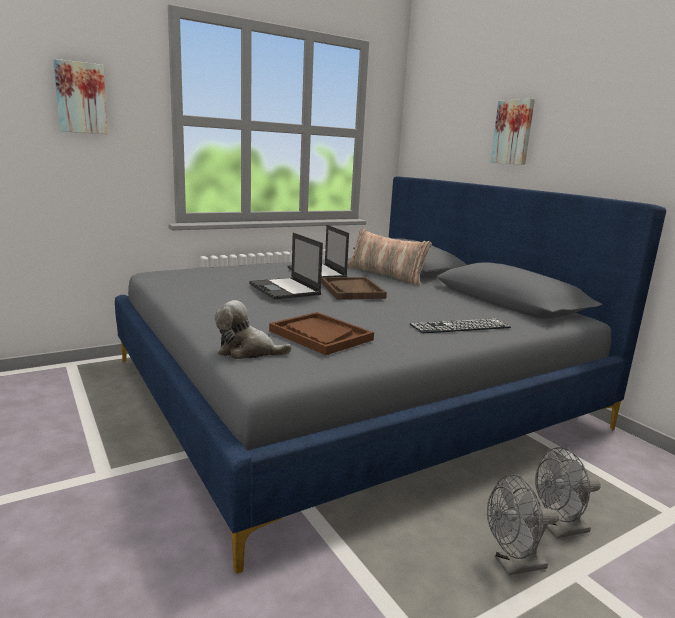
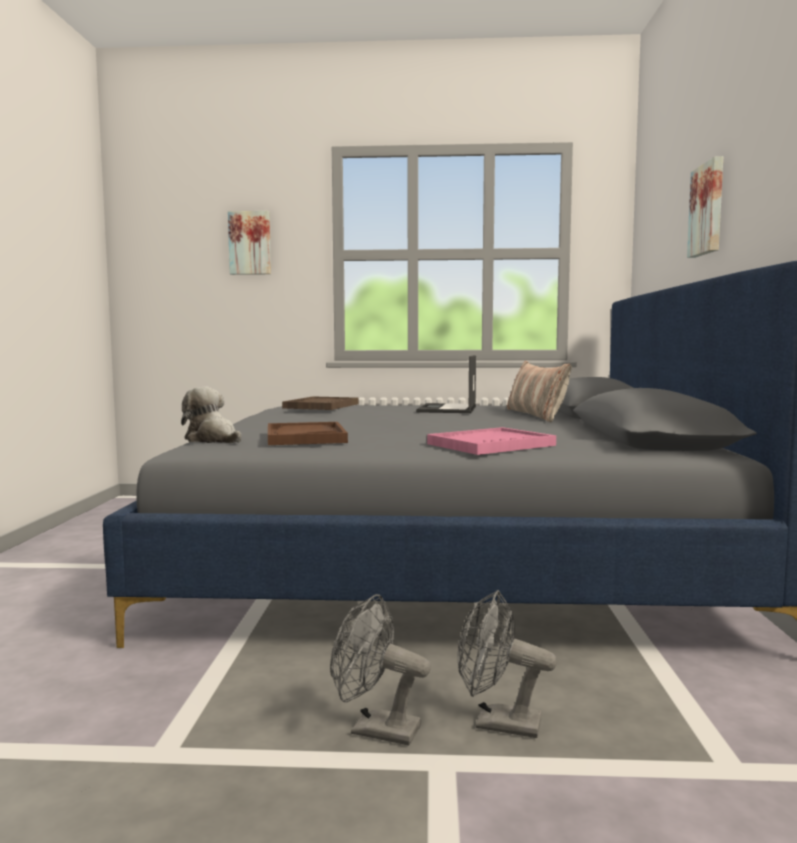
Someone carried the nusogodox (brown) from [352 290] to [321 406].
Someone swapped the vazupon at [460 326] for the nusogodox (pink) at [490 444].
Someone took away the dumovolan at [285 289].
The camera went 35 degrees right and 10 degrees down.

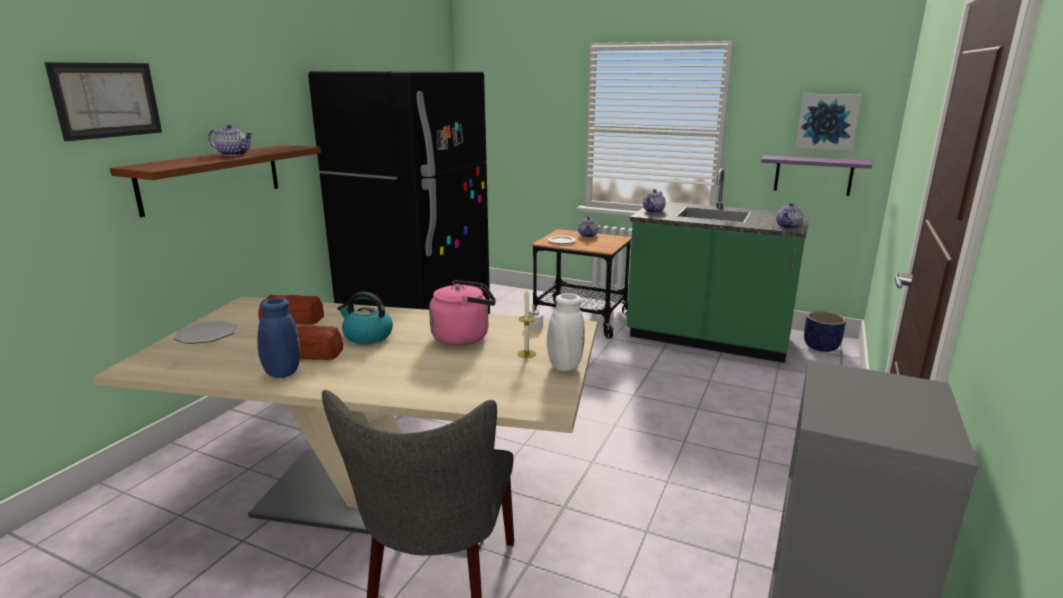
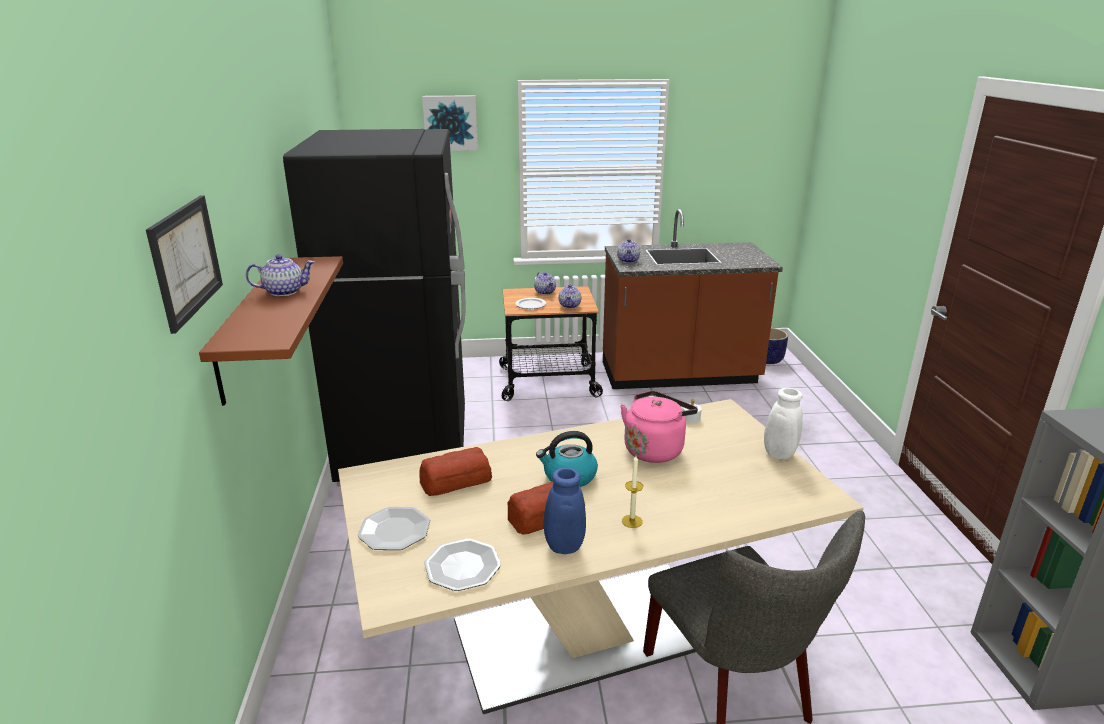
Someone carried the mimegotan from [827 121] to [450 123].
Someone put down the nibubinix at [463 566].
Someone carried the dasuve from [788 227] to [570 305].
Someone repainted the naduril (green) at [708 340], which became the naduril (brown) at [679 375].
Someone carried the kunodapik from [526 354] to [632 521].
Someone took away the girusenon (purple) at [813 175].
The camera went 30 degrees left and 5 degrees up.

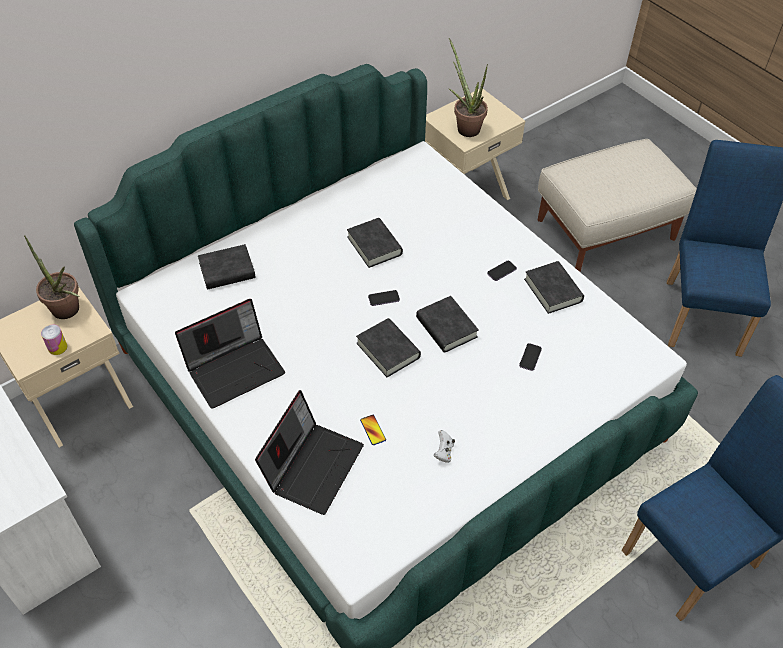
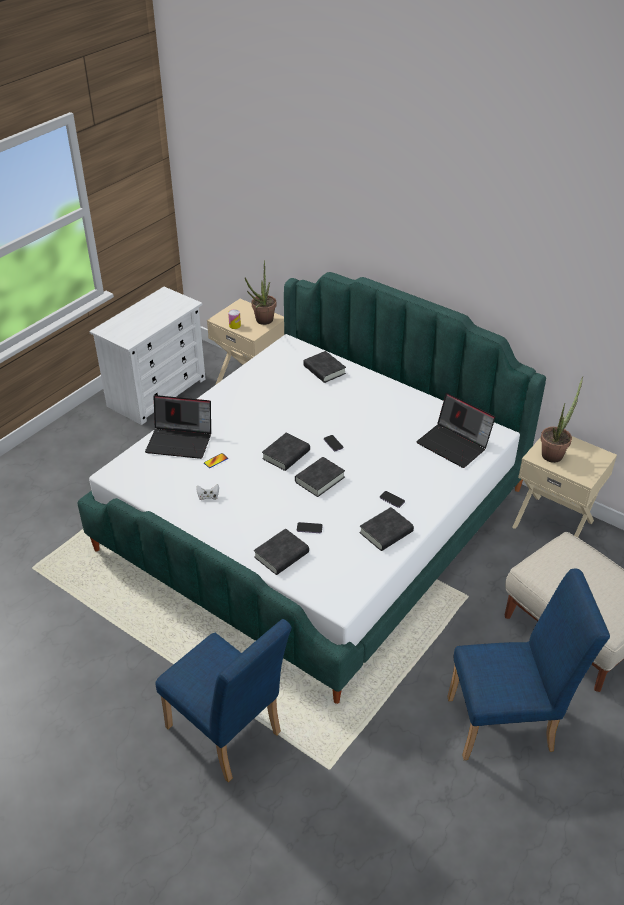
Someone carried the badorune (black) from [374 246] to [281 555].
Someone carried the dumovolan from [235 368] to [454 444].
The camera went 75 degrees right and 10 degrees down.

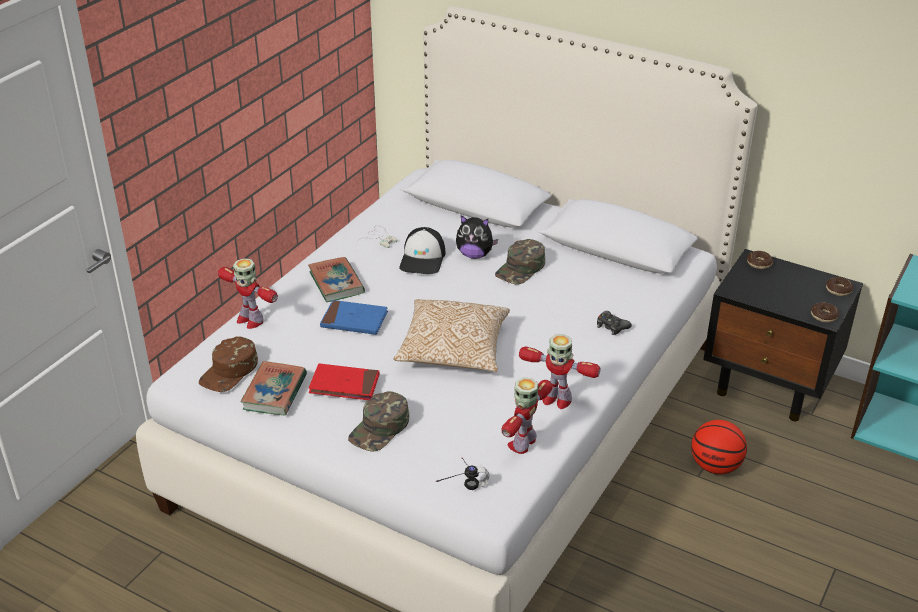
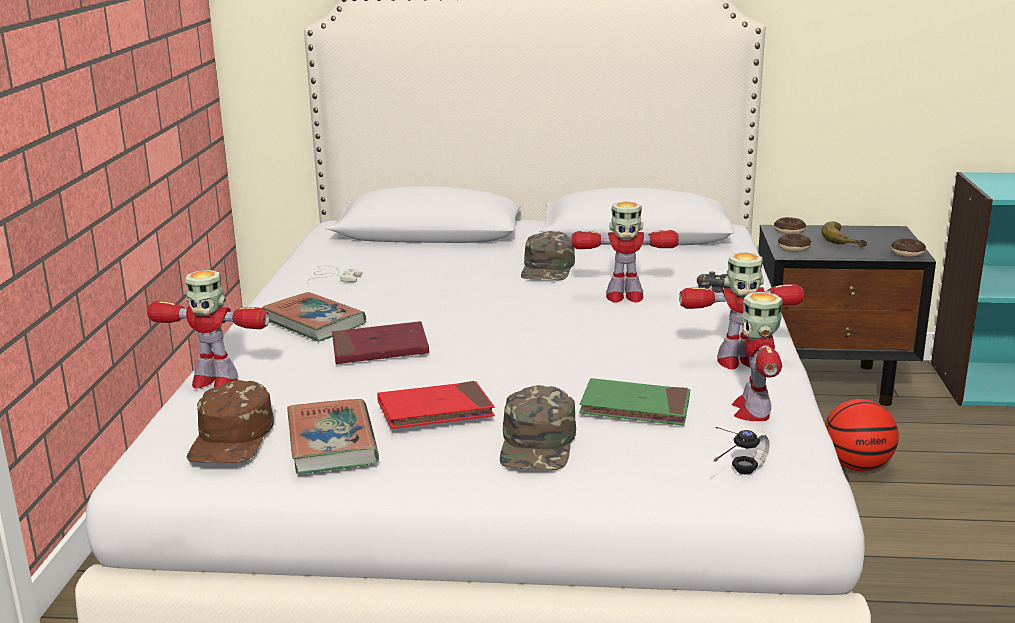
Someone repainted the badorune (blue) at [354 320], which became the badorune (red) at [380 348].
Someone put down the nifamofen at [623 297].
Someone put down the badorune (green) at [635 407].
Someone carried the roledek from [838 290] to [793 248].
Someone put down the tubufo at [846 239].
Someone took away the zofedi at [453 350].
Someone took away the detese at [423 259].
Someone took away the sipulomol at [475 255].
The camera went 25 degrees left and 15 degrees down.

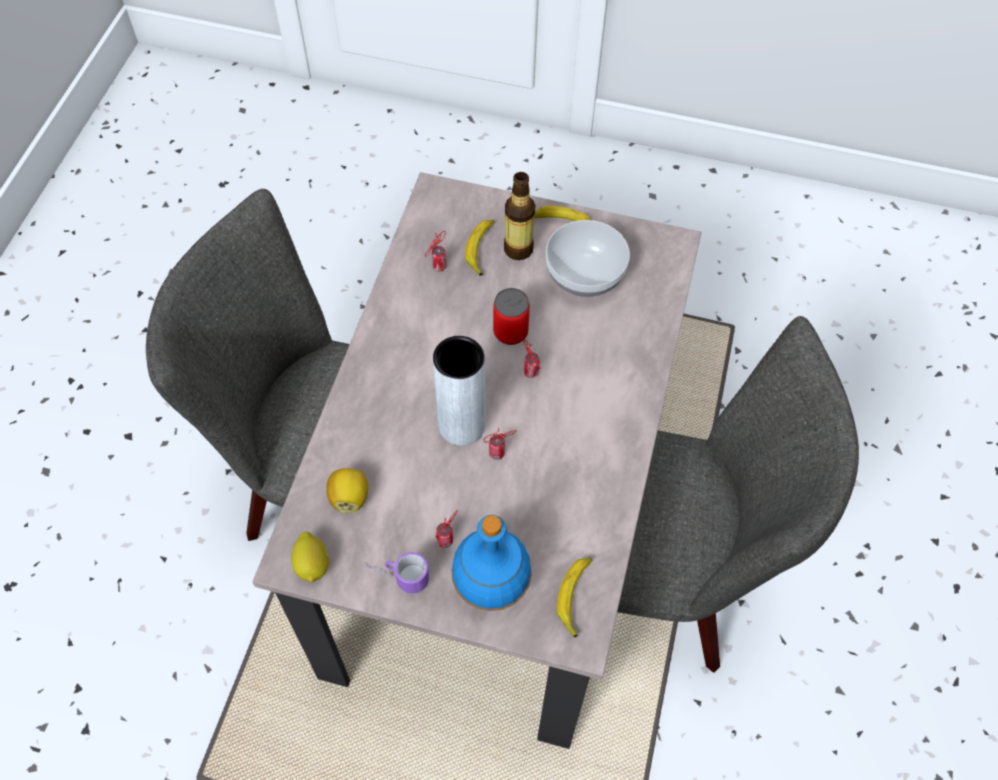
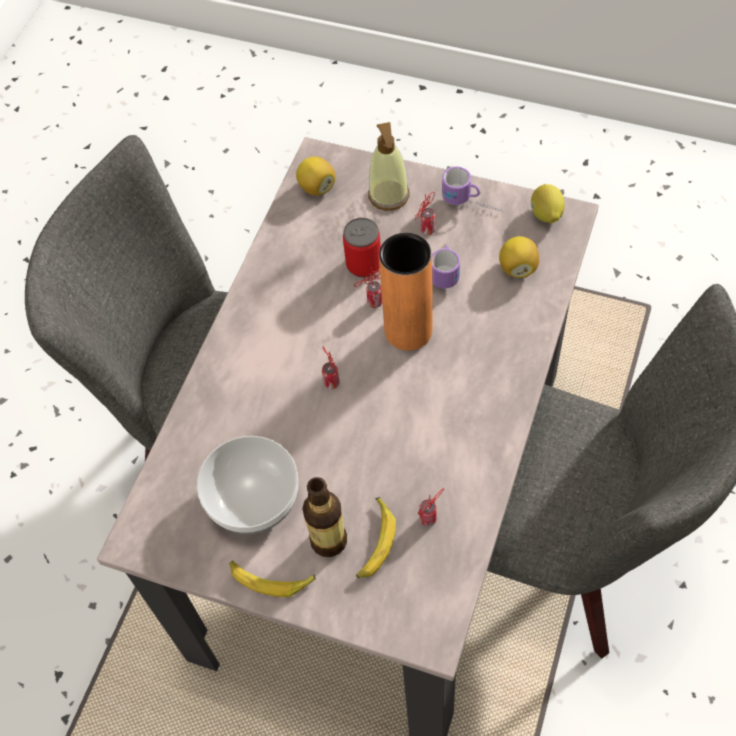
Someone swapped the tubufo at [576 596] for the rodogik at [317 187].
Someone carried the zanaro from [510 332] to [364 264].
Someone swapped the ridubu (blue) at [490 586] for the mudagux at [389 195].
Someone repainted the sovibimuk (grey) at [461 425], which became the sovibimuk (orange) at [408 330].
Someone put down the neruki at [446 267].
The camera went 170 degrees left and 0 degrees up.

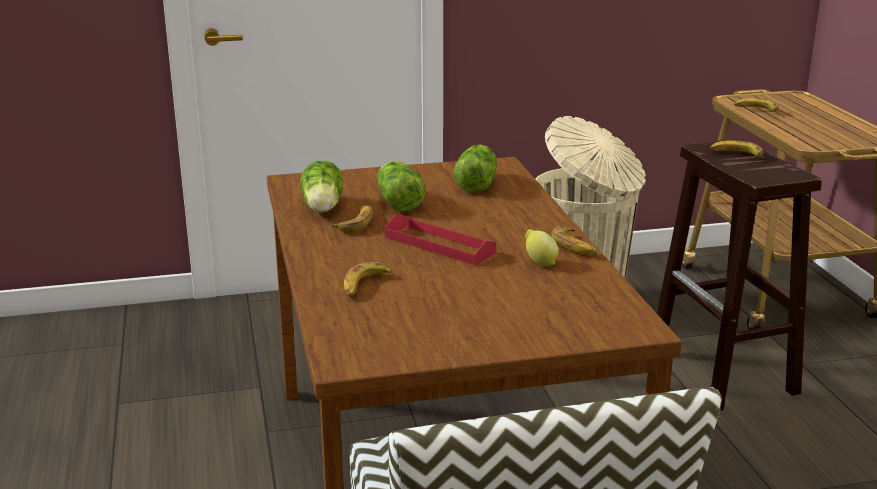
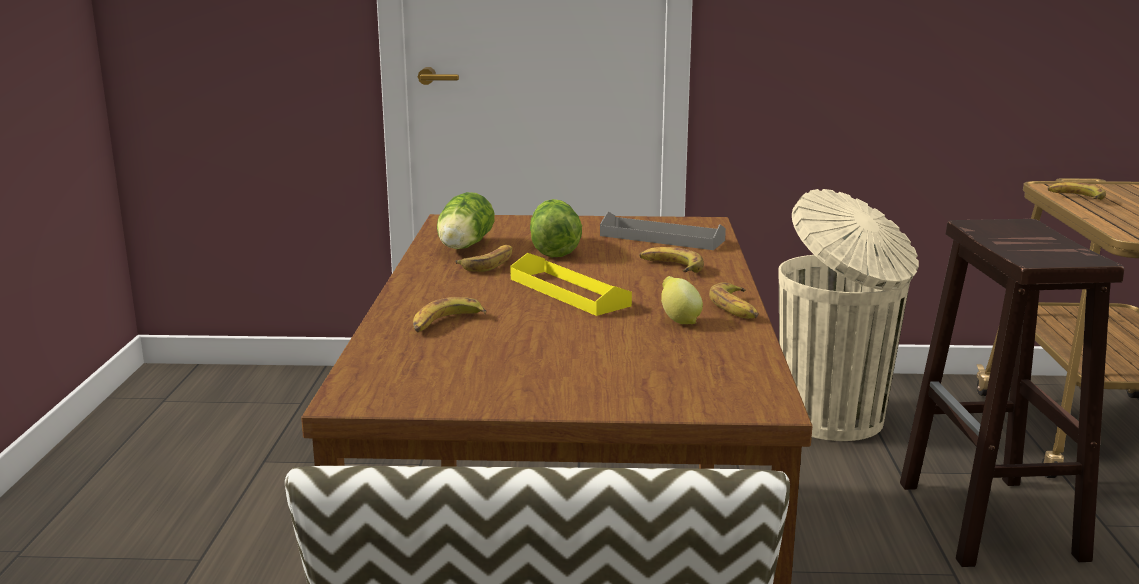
Someone repainted the nusogodox (red) at [439 245], which became the nusogodox (yellow) at [568 292].
Someone swapped the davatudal at [477 183] for the nusogodox (grey) at [662 238].
Someone carried the tubufo from [735 154] to [670 267].
The camera went 15 degrees right and 5 degrees down.

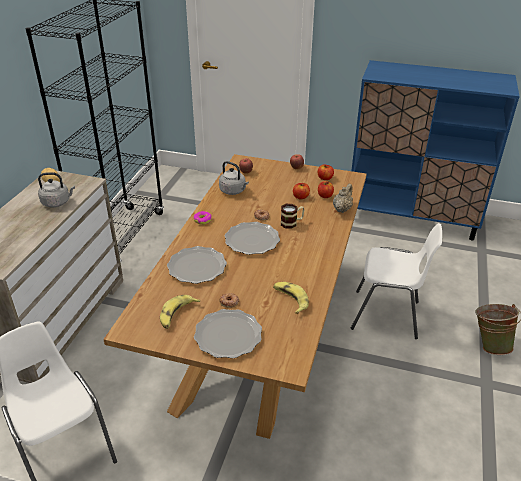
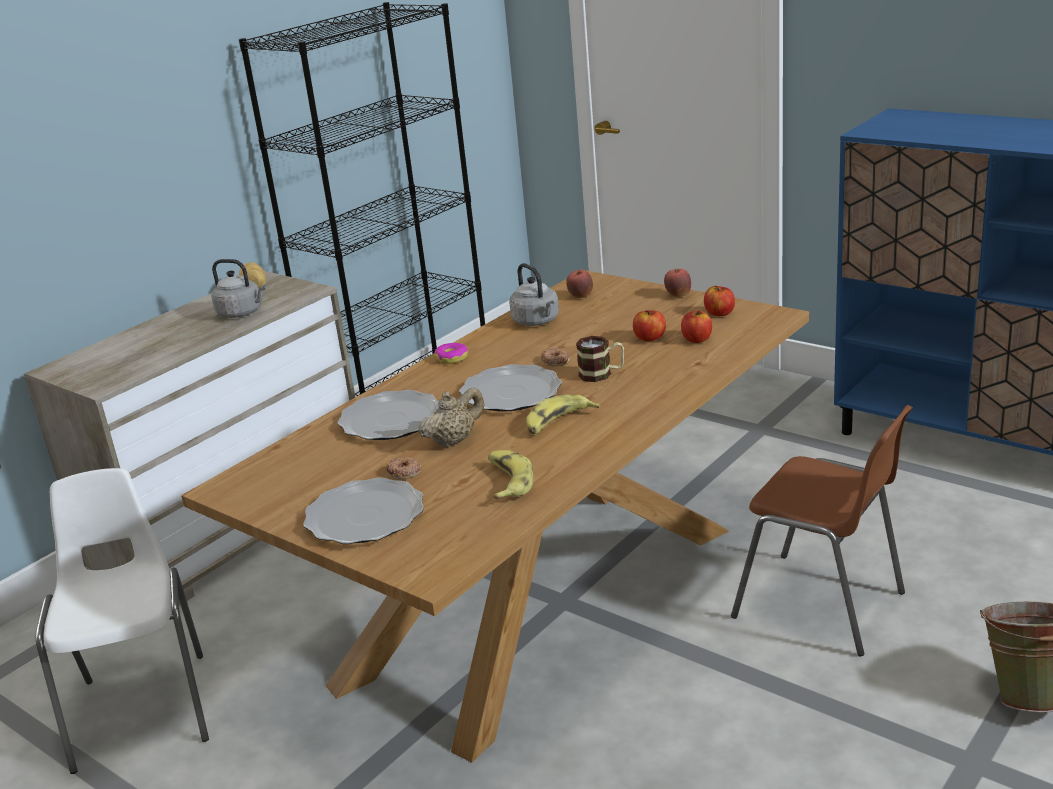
Someone carried the dasuve (beige) from [342 209] to [454 440].
Someone carried the tubufo from [177 315] to [558 422].
Someone repainted the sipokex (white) at [387 315], which became the sipokex (brown) at [823 606].
The camera went 25 degrees right and 10 degrees down.

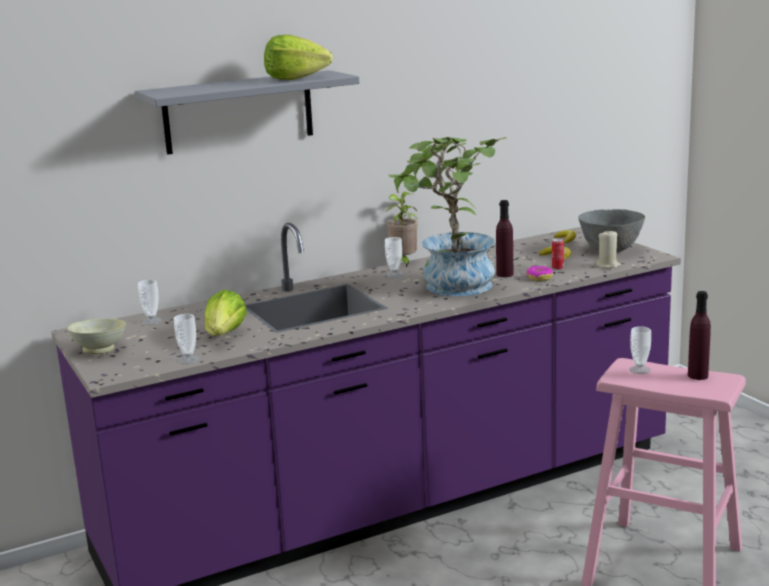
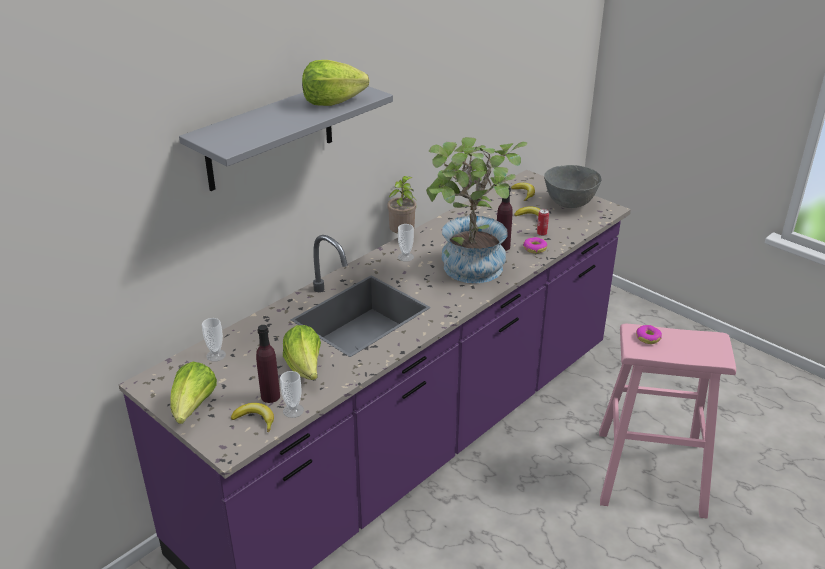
Someone swapped the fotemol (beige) at [101 350] for the davatudal at [193 408].
Someone put down the tubufo at [255 420].
Someone carried the ridubu (purple) from [697 376] to [270 396].
Someone swapped the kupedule at [639 370] for the roledek at [648 338].
Someone took away the kunodapik (beige) at [608 265].
The camera went 20 degrees left and 15 degrees up.

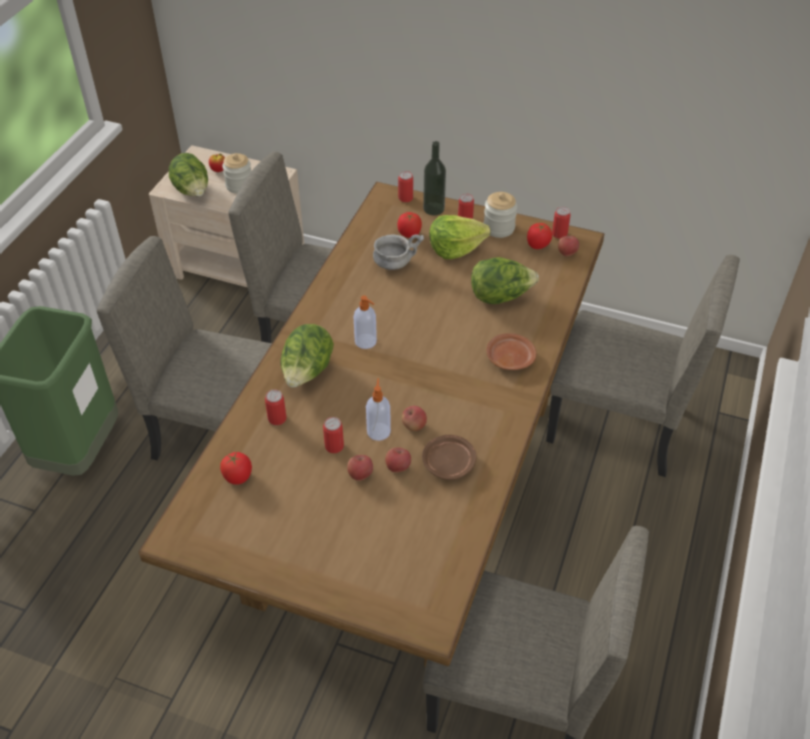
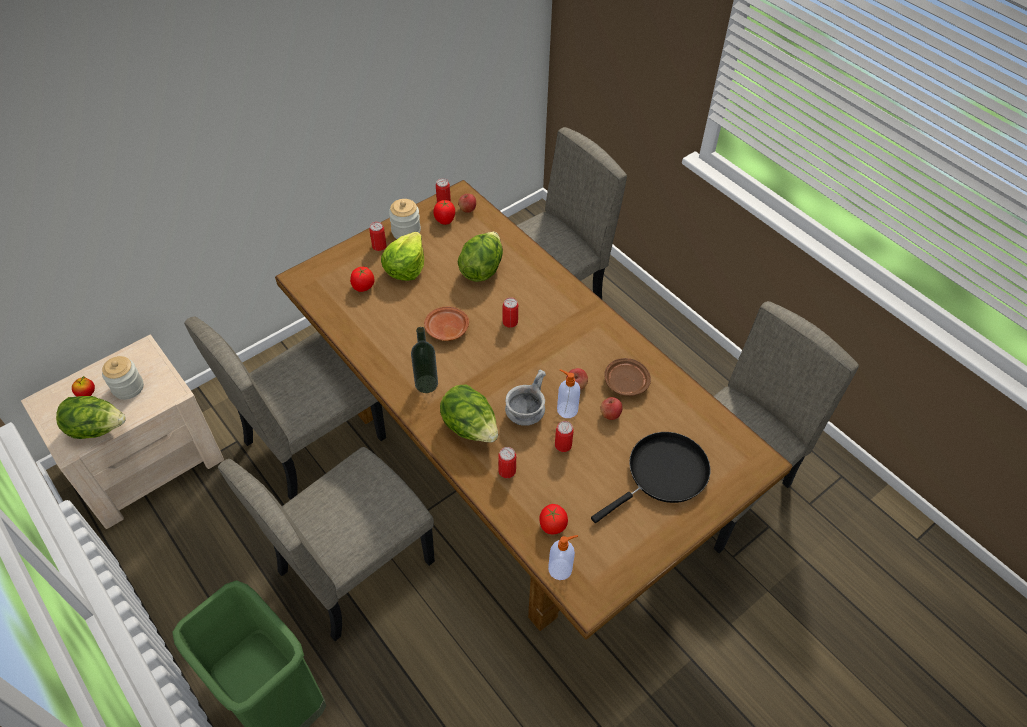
Someone carried the ridubu from [434 209] to [426 384].
Someone carried the nibubinix (brown) from [509 358] to [446 329].
Someone carried the zanaro from [405 198] to [510 322].
Someone carried the fotemol (grey) from [393 263] to [525 413].
Someone carried the mudagux from [366 342] to [561 569].
Someone put down the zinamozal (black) at [663 474].
Someone took away the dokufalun at [360 474].
The camera went 60 degrees left and 5 degrees up.

